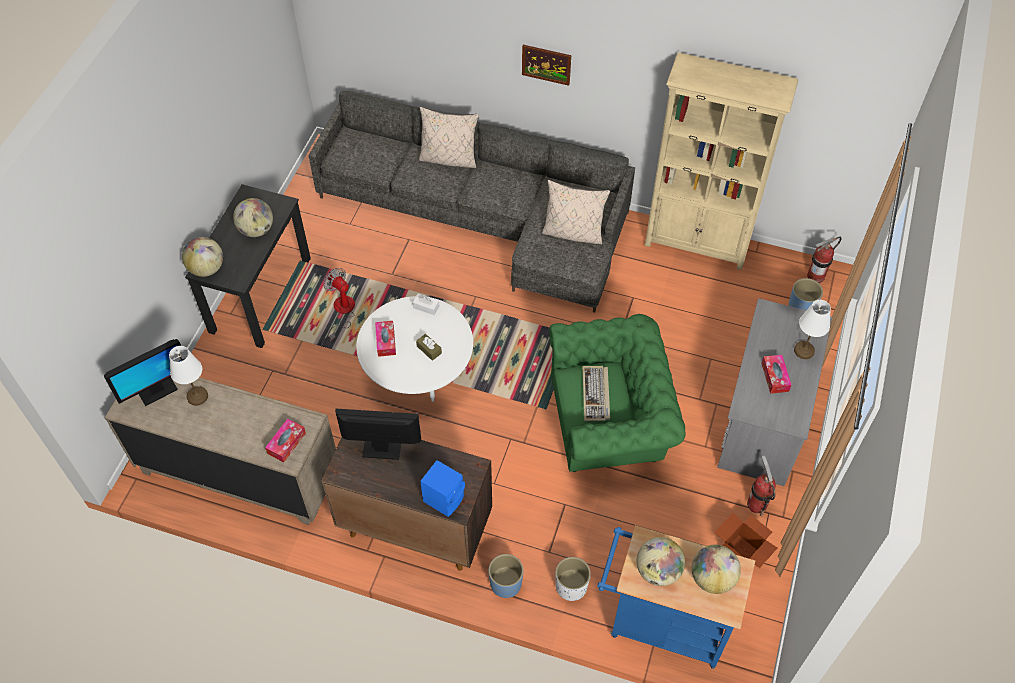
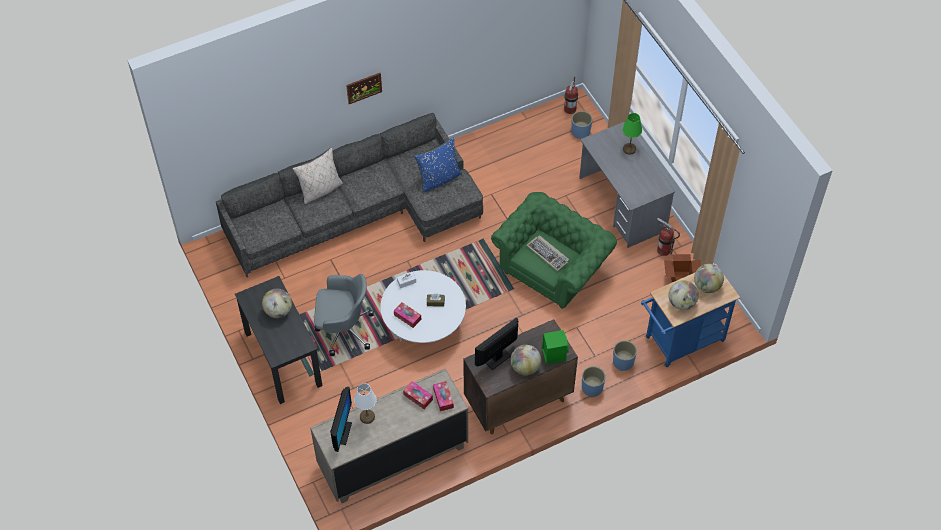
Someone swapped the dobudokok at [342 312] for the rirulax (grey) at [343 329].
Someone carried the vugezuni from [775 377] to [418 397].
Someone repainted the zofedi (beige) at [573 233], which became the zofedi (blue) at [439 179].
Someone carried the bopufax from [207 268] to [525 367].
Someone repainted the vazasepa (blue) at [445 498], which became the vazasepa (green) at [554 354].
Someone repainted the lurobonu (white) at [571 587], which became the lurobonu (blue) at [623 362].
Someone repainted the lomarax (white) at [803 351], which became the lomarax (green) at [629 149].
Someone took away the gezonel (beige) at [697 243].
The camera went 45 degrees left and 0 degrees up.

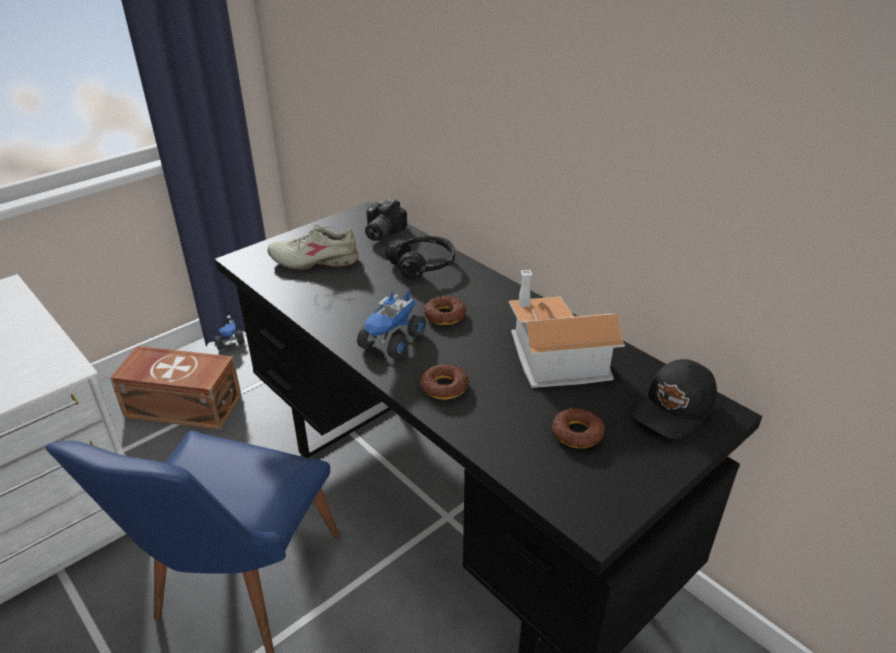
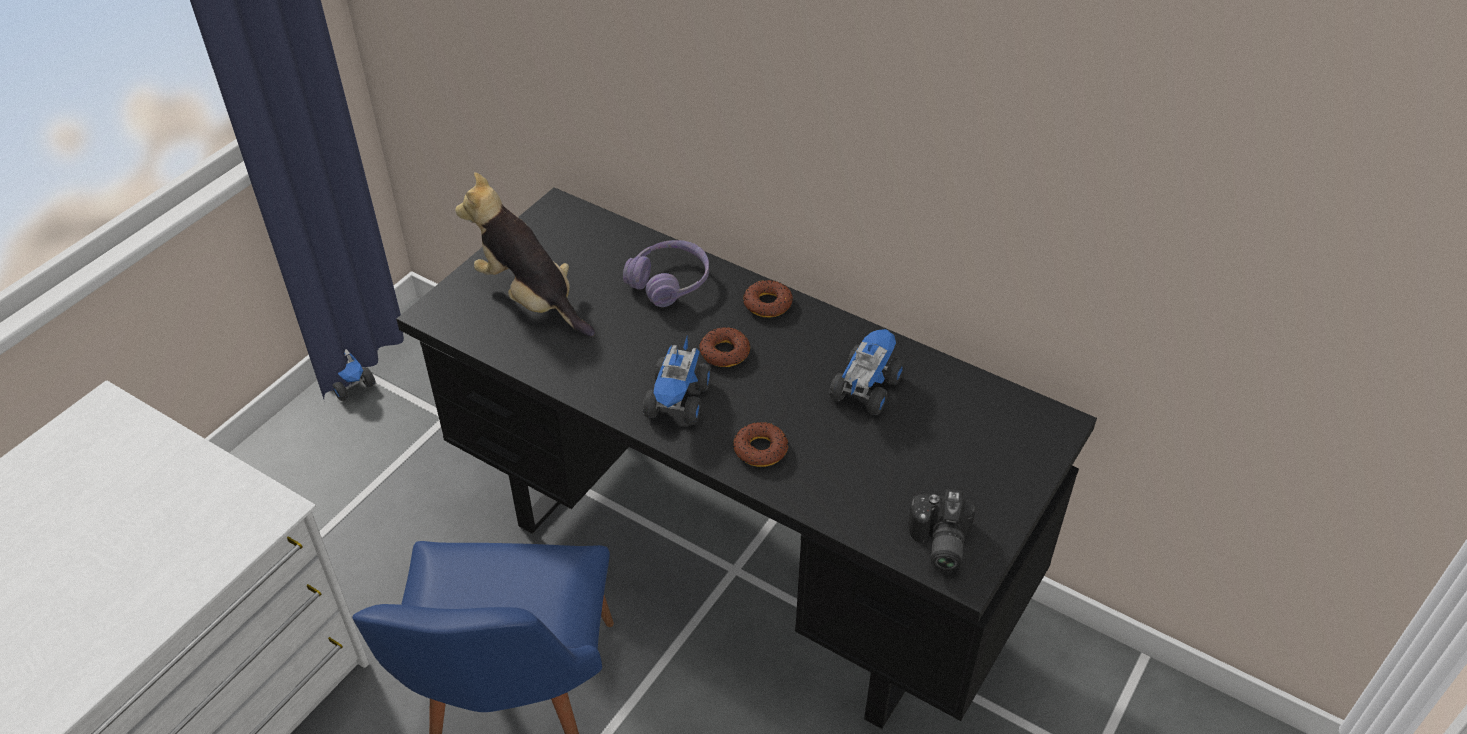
Someone swapped the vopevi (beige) at [315 260] for the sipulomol at [530 298].
Someone repainted the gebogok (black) at [422 265], which became the gebogok (purple) at [669 282].
Someone carried the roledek from [577 433] to [767 304].
Someone swapped the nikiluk at [553 357] for the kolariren at [865 387].
Someone carried the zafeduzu from [380 232] to [937 544].
Someone took away the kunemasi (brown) at [182 405].
Someone took away the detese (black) at [674 410].
The camera went 15 degrees left and 10 degrees up.

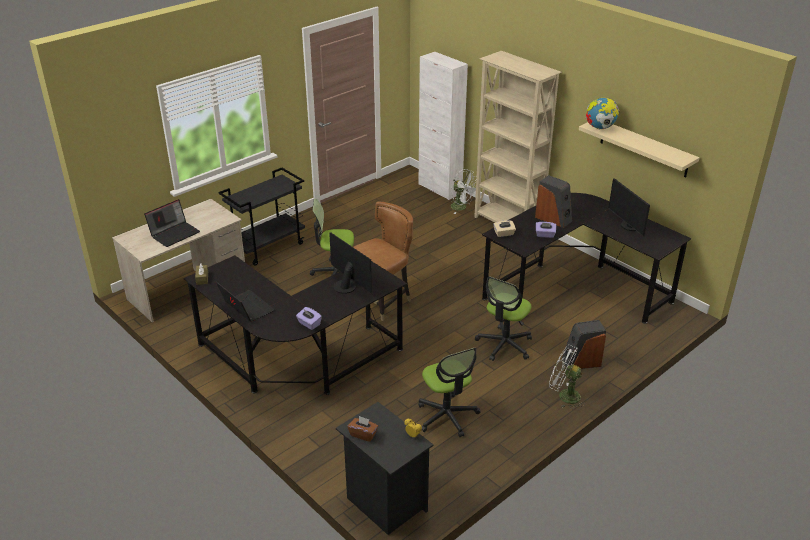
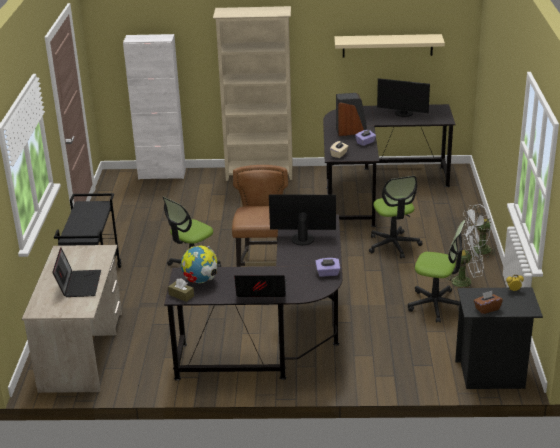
Someone carried the bopufax from [600 128] to [200 280].
Someone carried the dobudokok (white) from [461 208] to [466 281].
Someone took away the vazasepa at [581 362].
The camera went 45 degrees left and 5 degrees down.

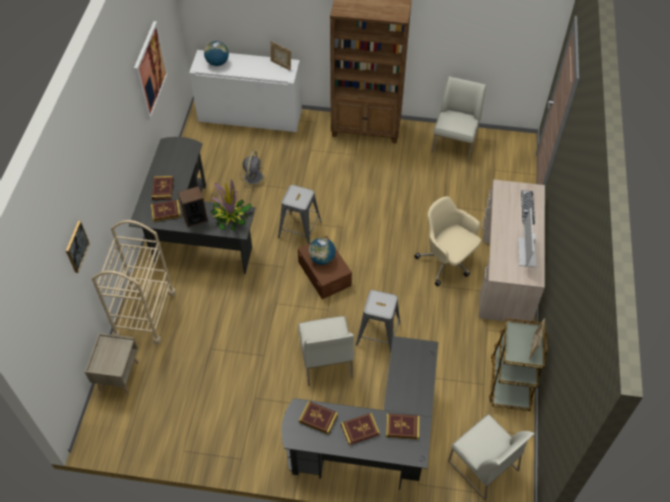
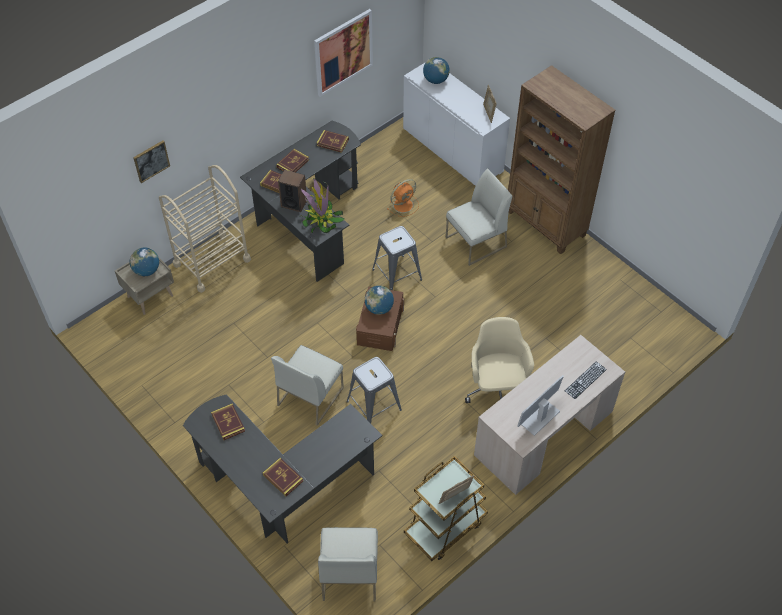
Someone put down the bopufax at [147 270].
Someone carried the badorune from [360 430] to [332 142].
Someone repainted the dobudokok (grey) at [254 176], which became the dobudokok (orange) at [404 204].
Someone carried the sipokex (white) from [454 143] to [476 242].
The camera went 40 degrees right and 0 degrees up.

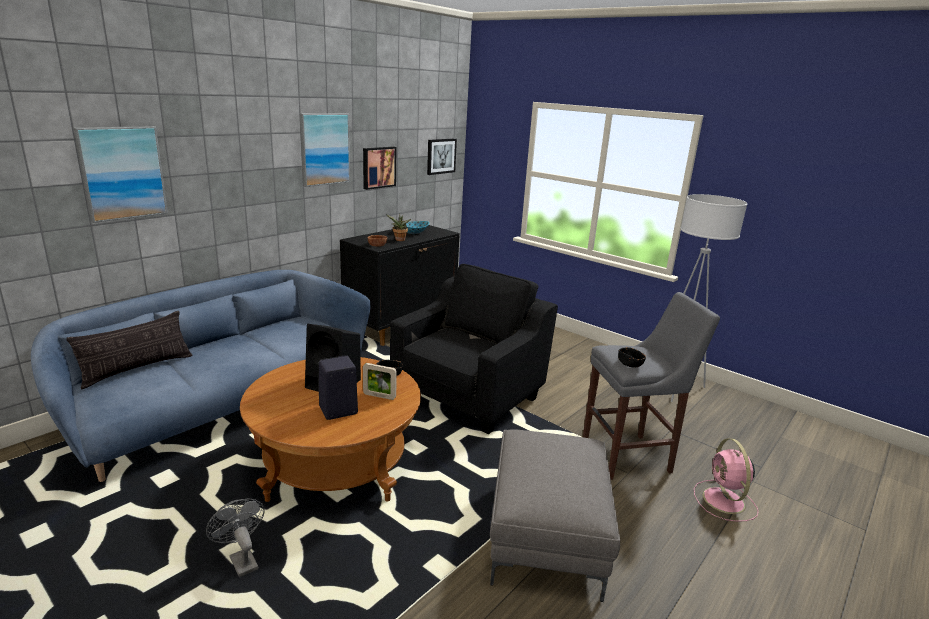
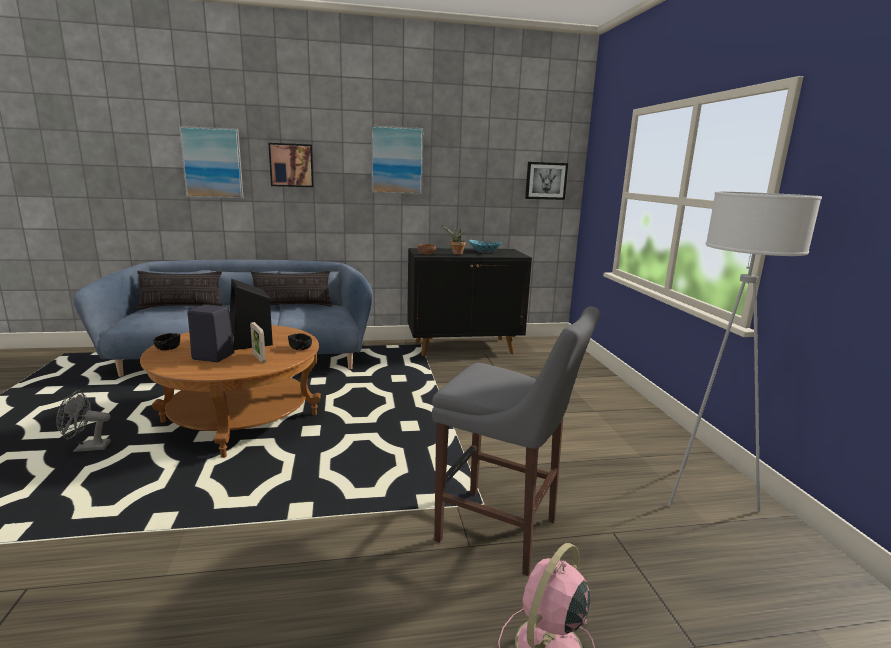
Someone rotated the dobudokok (grey) at [241 560] by 105 degrees counterclockwise.
Someone carried the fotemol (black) from [630 364] to [168 348].
Someone put down the zofedi at [293 306].
Someone carried the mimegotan from [378 167] to [291 165].
Someone took away the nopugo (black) at [468 396].
Someone took away the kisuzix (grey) at [547 537].
The camera went 40 degrees right and 5 degrees down.

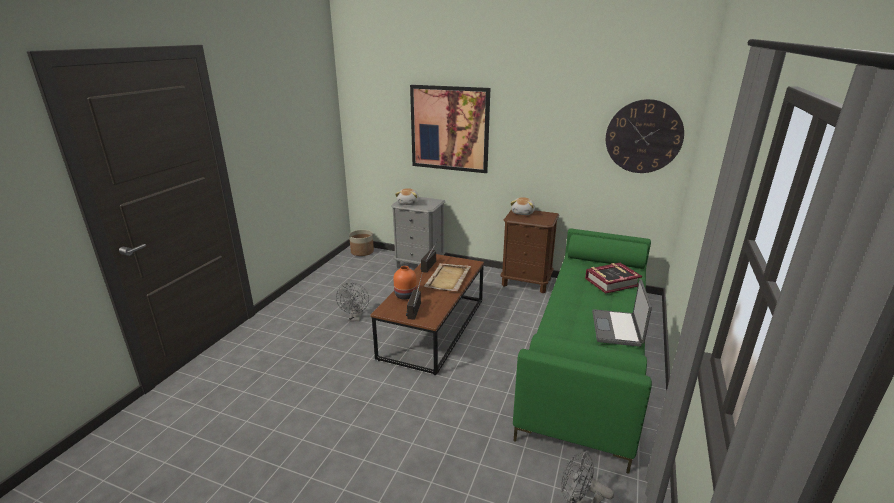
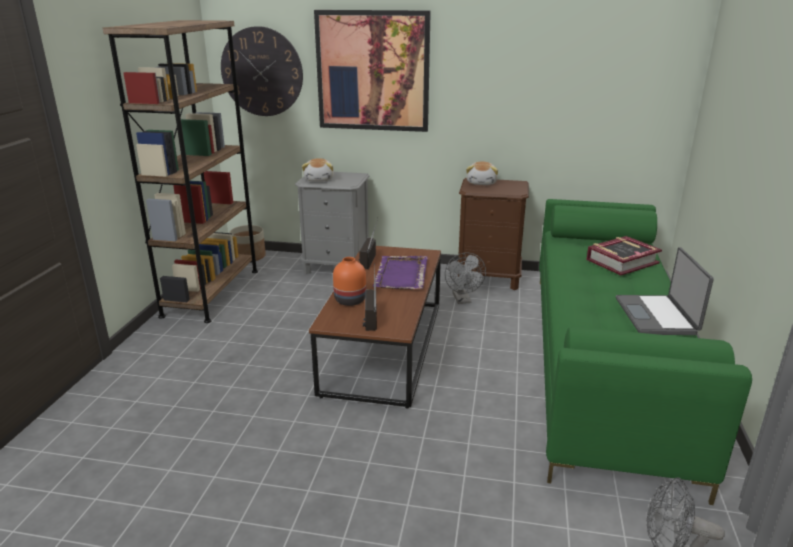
Someone put down the gezonel (brown) at [211 292].
Someone carried the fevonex from [643 137] to [262 72].
Someone repainted the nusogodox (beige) at [447 279], which became the nusogodox (purple) at [401 275].
Someone carried the dobudokok (grey) from [355 318] to [463 300].
The camera went 10 degrees left and 0 degrees up.

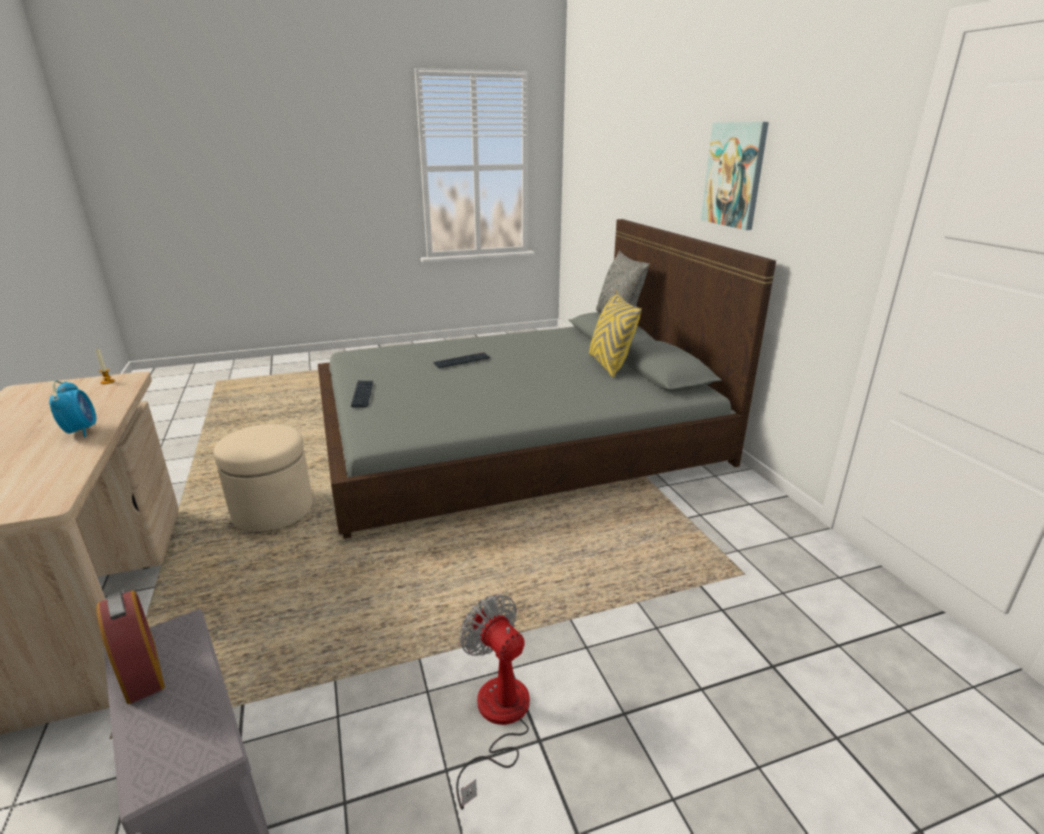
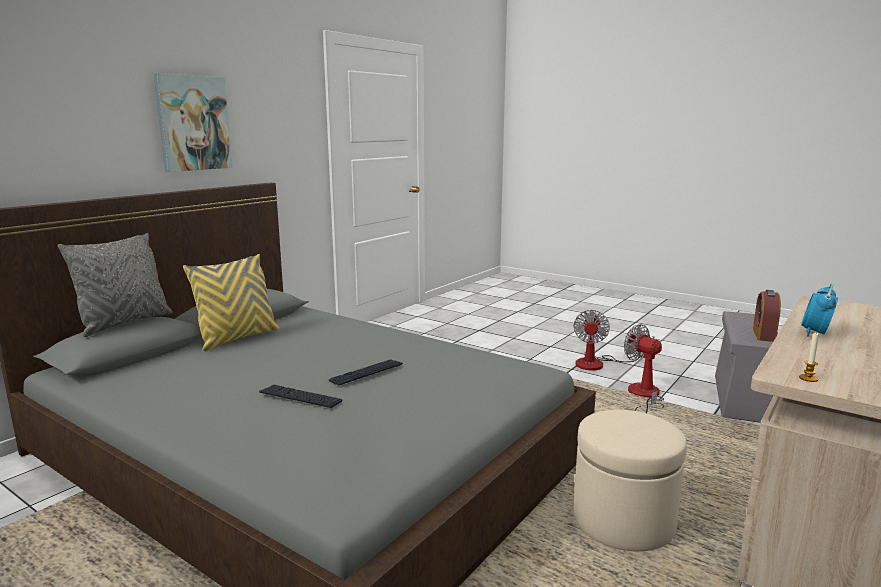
Someone carried the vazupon from [362 394] to [366 373].
Someone put down the dobudokok at [644 396].
The camera went 125 degrees left and 10 degrees down.

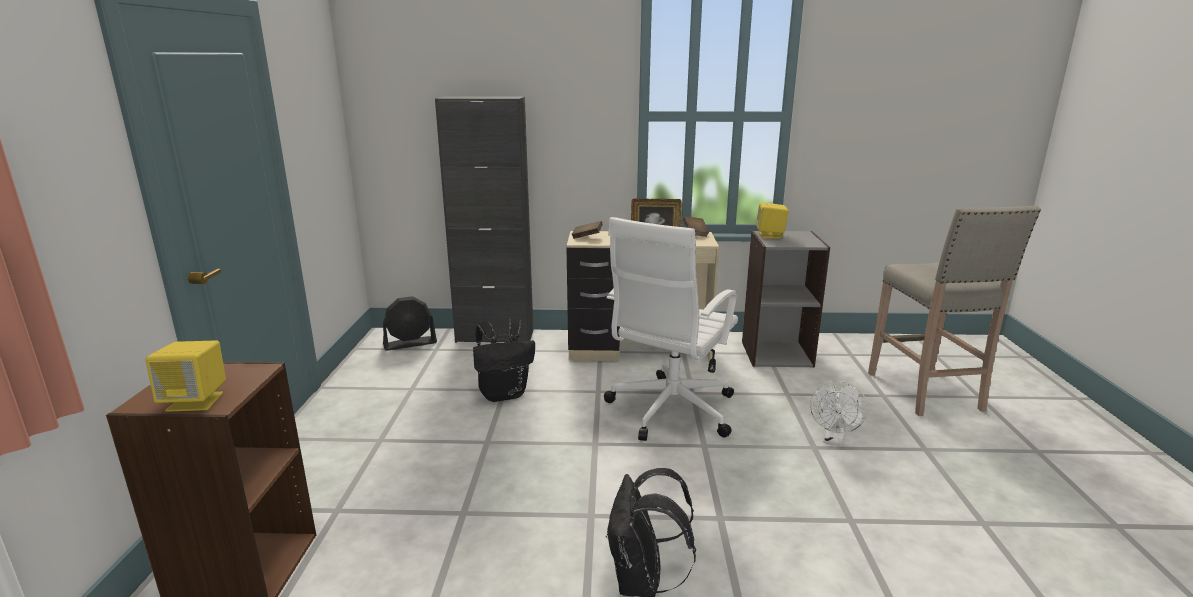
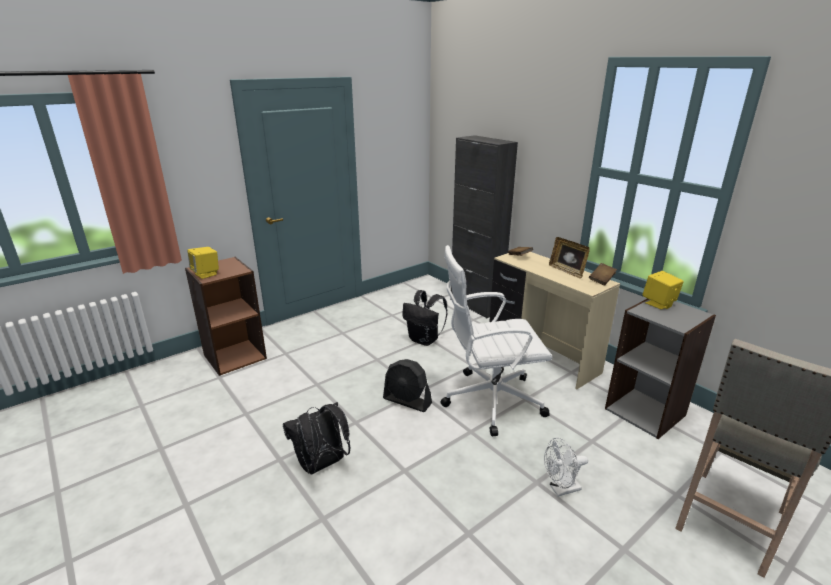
Someone carried the dobudokok (black) from [410 343] to [407 401].
The camera went 50 degrees right and 5 degrees up.

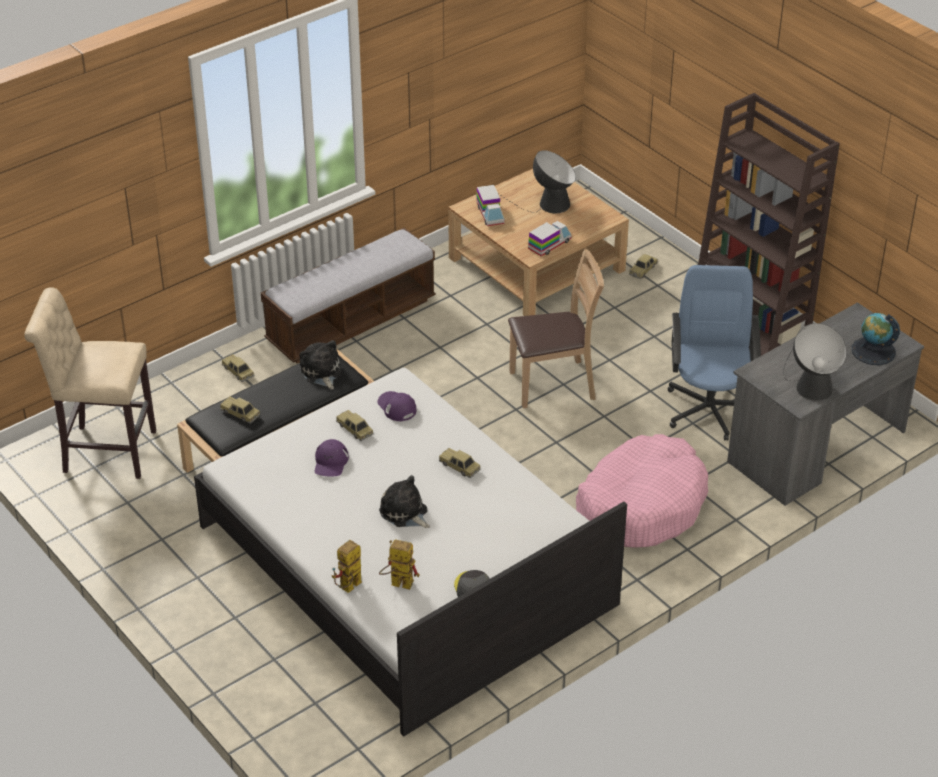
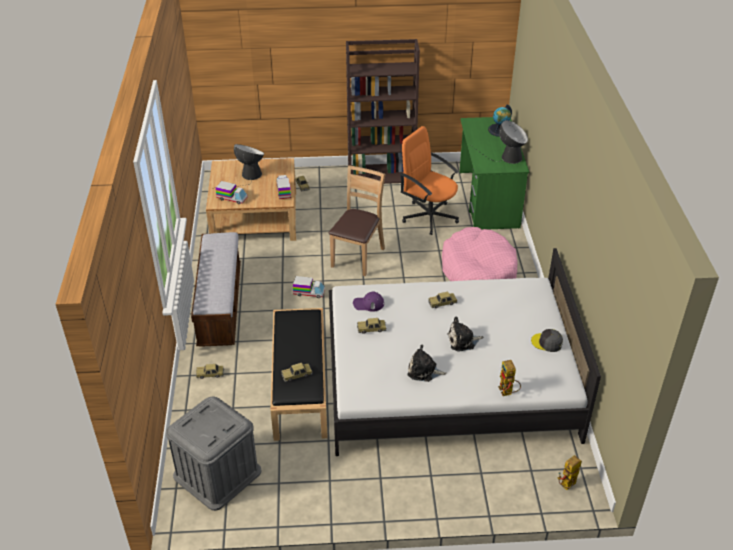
Someone swapped the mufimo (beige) at [104 451] for the kunemasi (grey) at [217 473].
Someone put down the kolariren at [309 292].
Someone repainted the rirulax (blue) at [709 408], which became the rirulax (orange) at [429 216].
Someone carried the sipulomol from [321 372] to [424 371].
Someone repainted the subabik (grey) at [816 447], which became the subabik (green) at [488 199].
Someone carried the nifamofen from [397 583] to [566 486].
Someone took away the detese (purple) at [331 462].
The camera went 55 degrees left and 0 degrees up.

